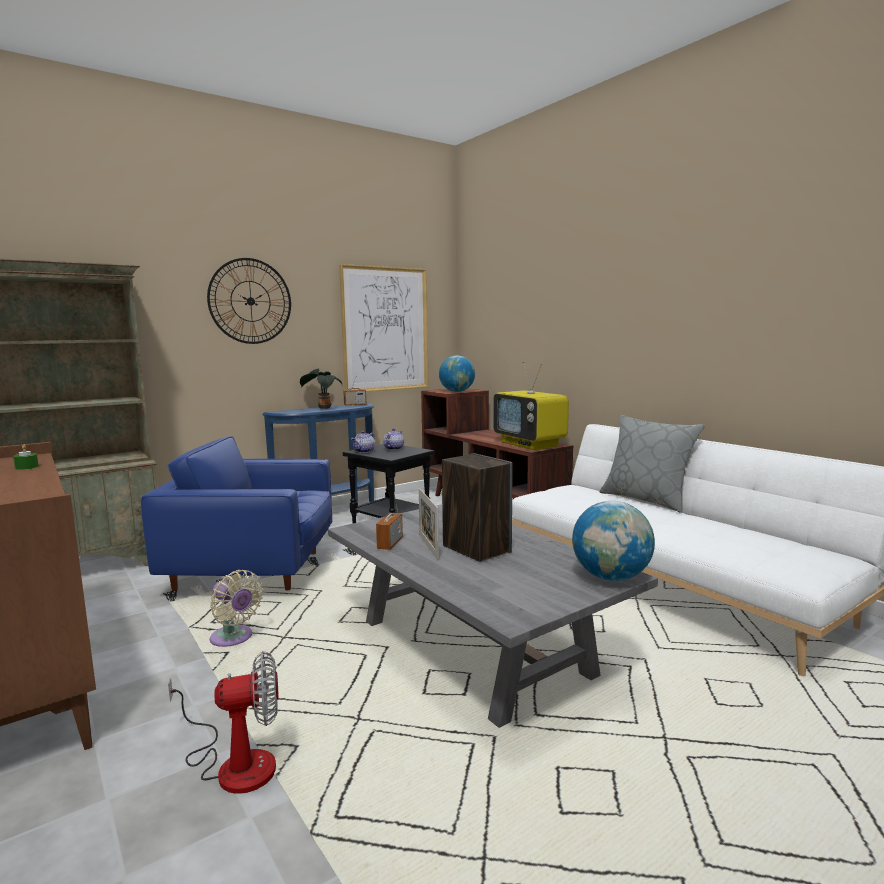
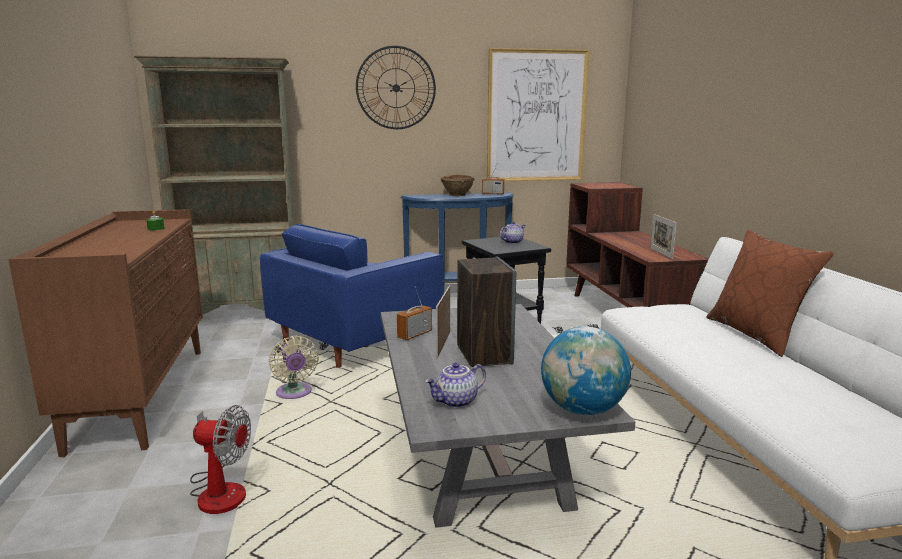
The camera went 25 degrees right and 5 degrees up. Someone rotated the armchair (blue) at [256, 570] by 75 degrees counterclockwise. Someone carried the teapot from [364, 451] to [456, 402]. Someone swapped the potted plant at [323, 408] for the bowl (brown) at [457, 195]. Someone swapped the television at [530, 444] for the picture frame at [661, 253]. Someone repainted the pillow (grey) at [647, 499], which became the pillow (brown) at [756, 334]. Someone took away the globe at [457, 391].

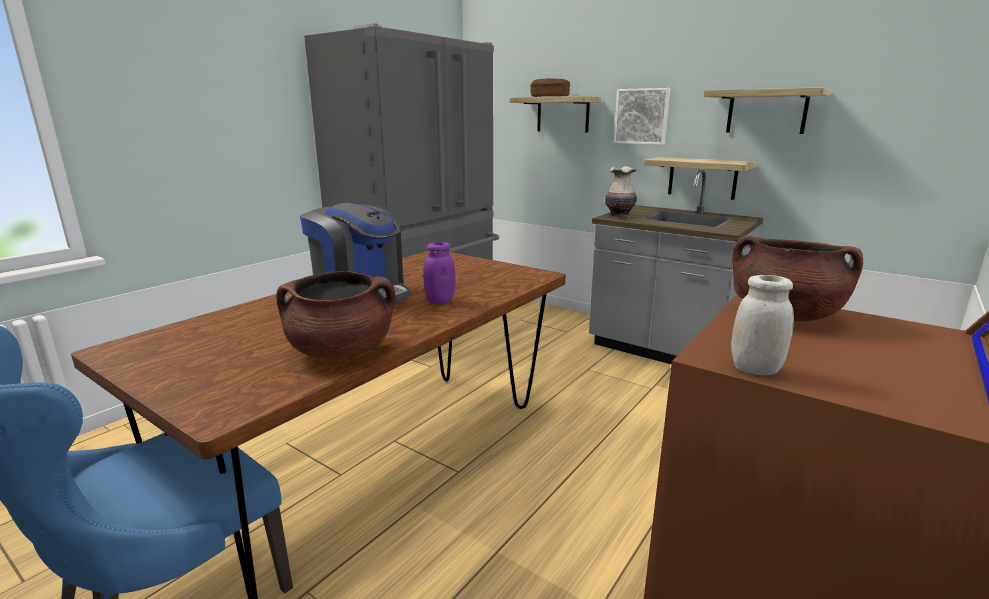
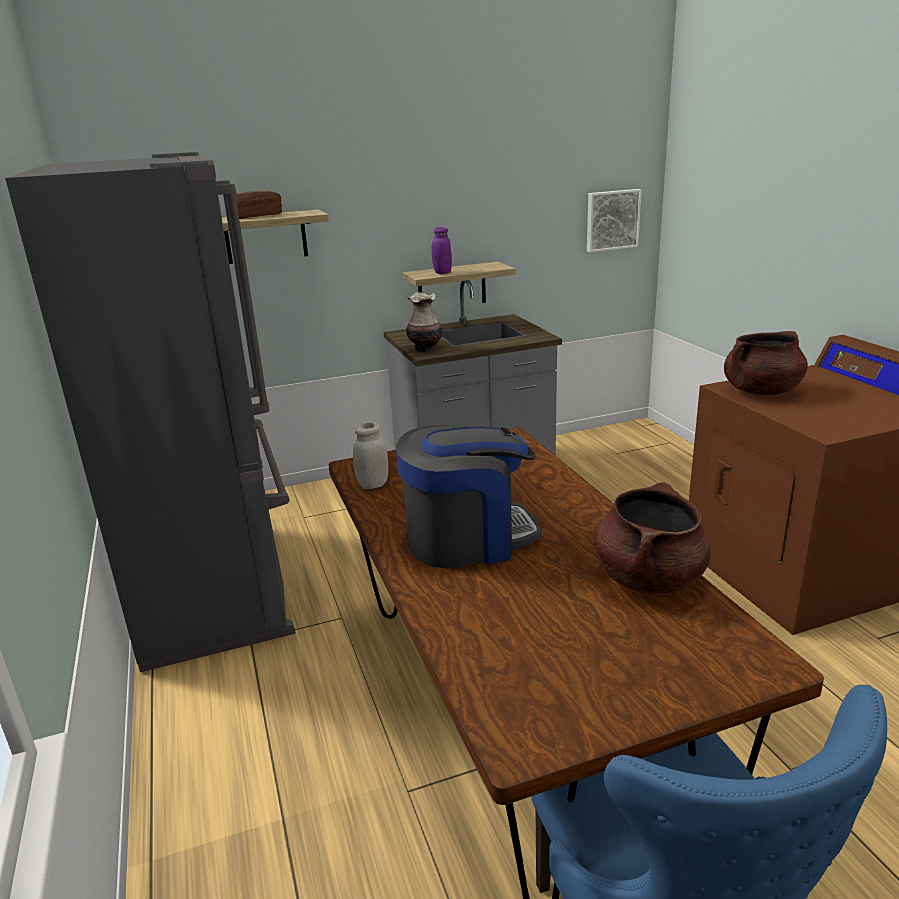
The camera went 55 degrees left and 5 degrees up. Someone carried the jar (white) from [755, 369] to [373, 484]. Someone carried the jar (purple) from [440, 301] to [442, 272]. Someone carried the picture from [642, 116] to [612, 220]. Someone took away the shelf at [766, 112].

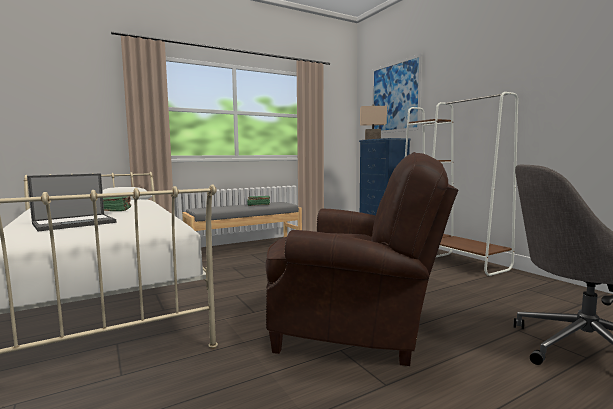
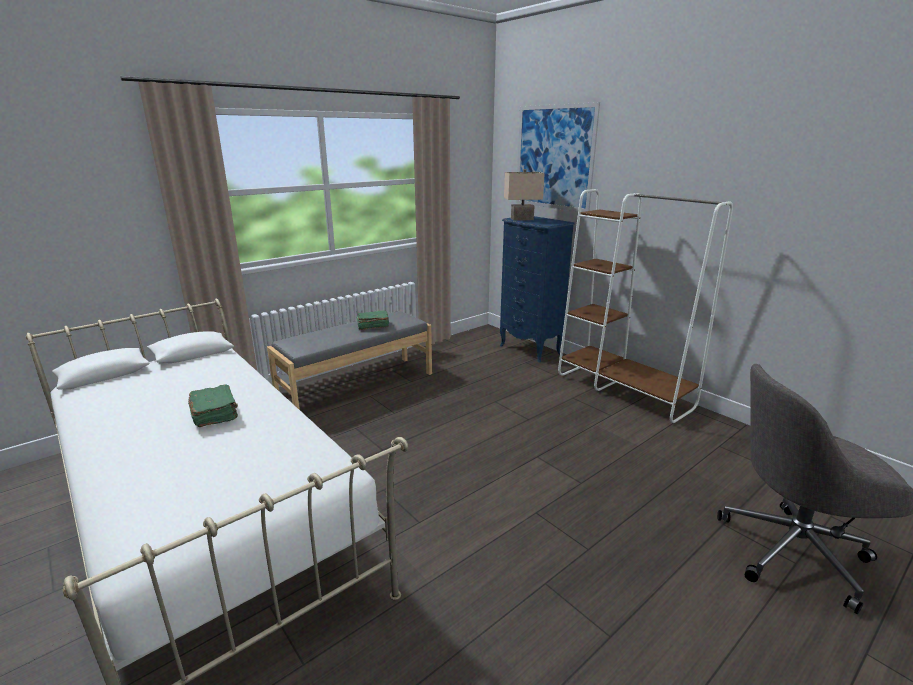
The camera went 10 degrees left and 15 degrees up. Someone took away the laptop at [75, 223]. Someone took away the armchair (brown) at [355, 327].

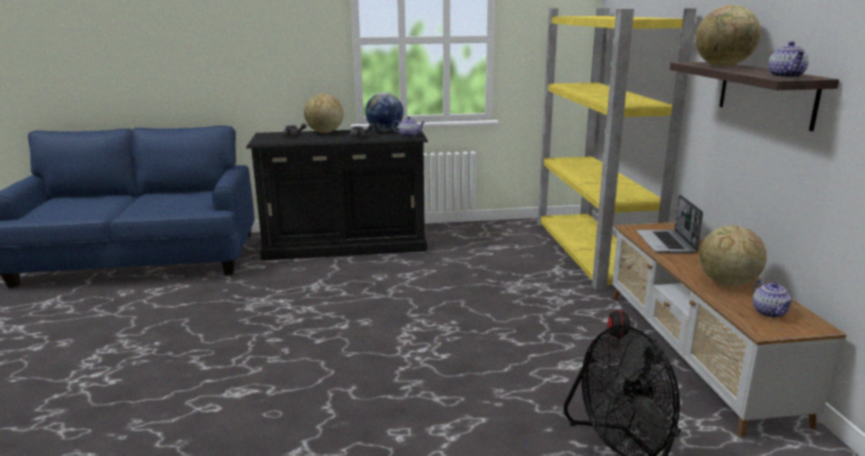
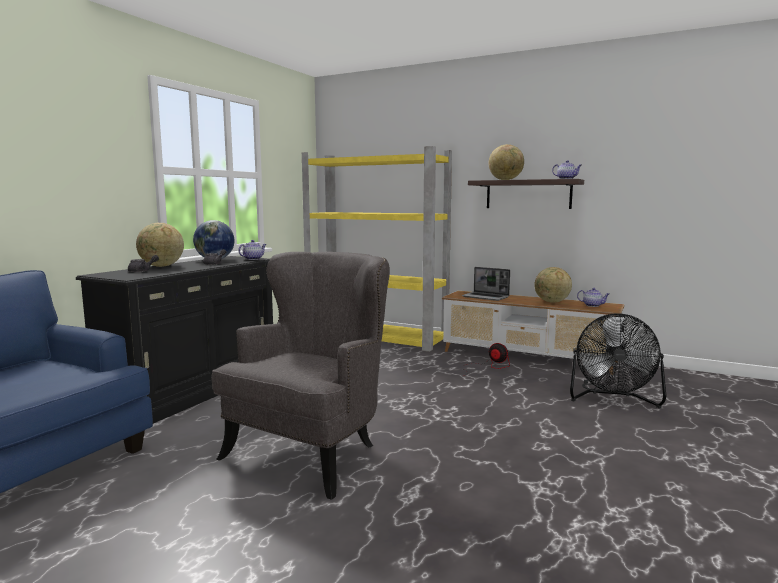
The camera went 55 degrees left and 10 degrees down. Someone put down the armchair (grey) at [312, 451].

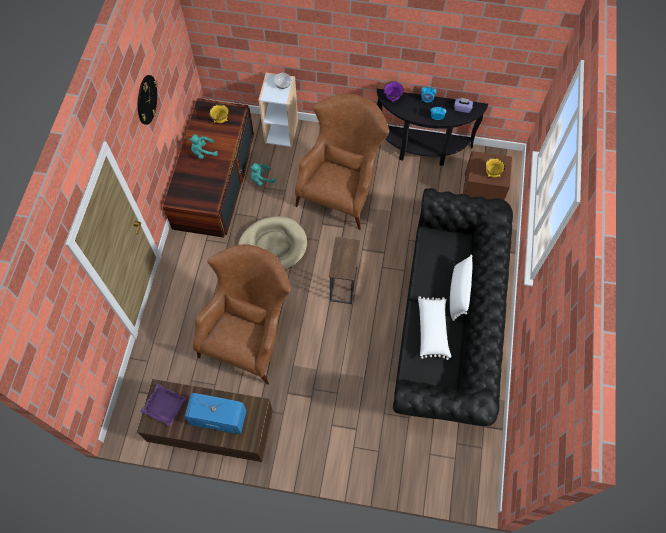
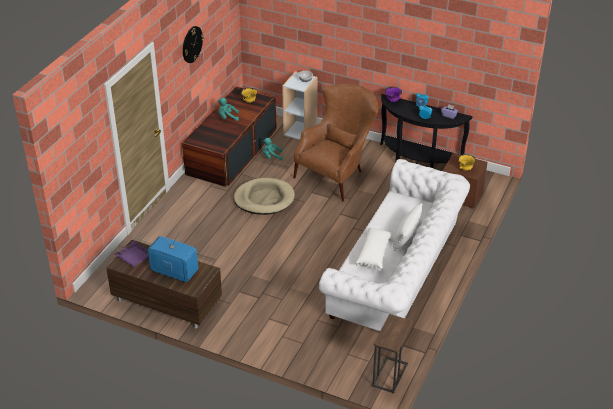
The camera went 15 degrees right and 25 degrees down. Someone repainted the sofa (black) at [448, 324], which became the sofa (white) at [397, 274]. Someone carried the side table (brown) from [343, 284] to [390, 375]. Someone took away the armchair (brown) at [249, 334].

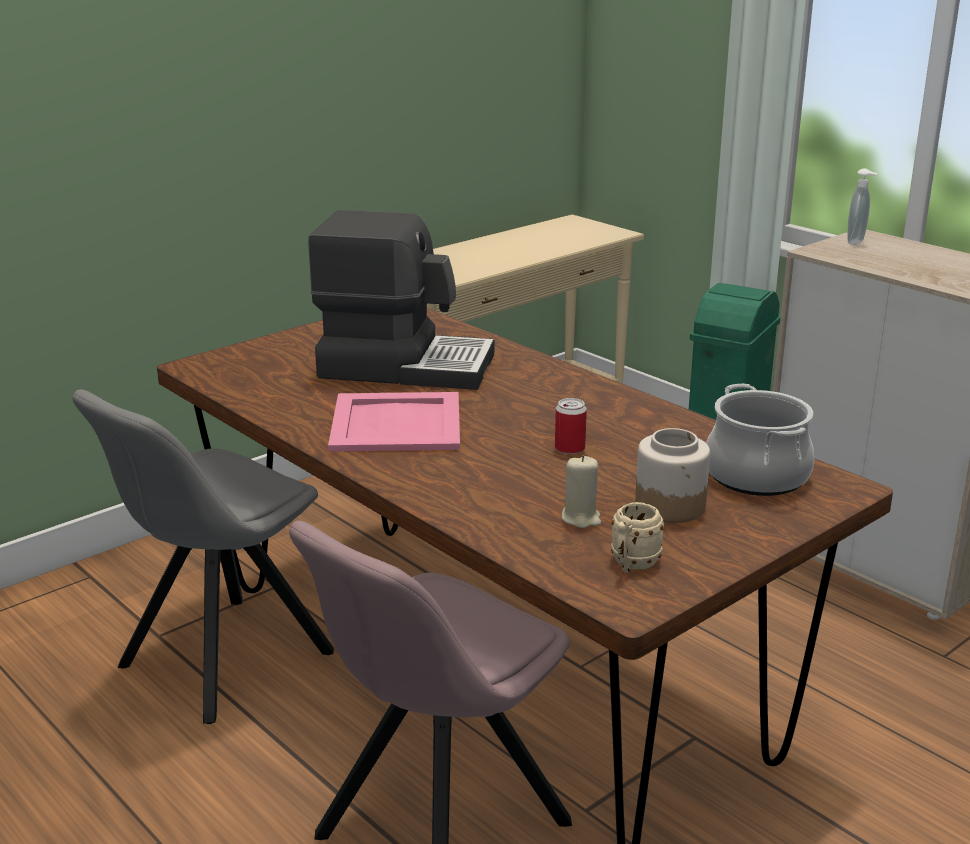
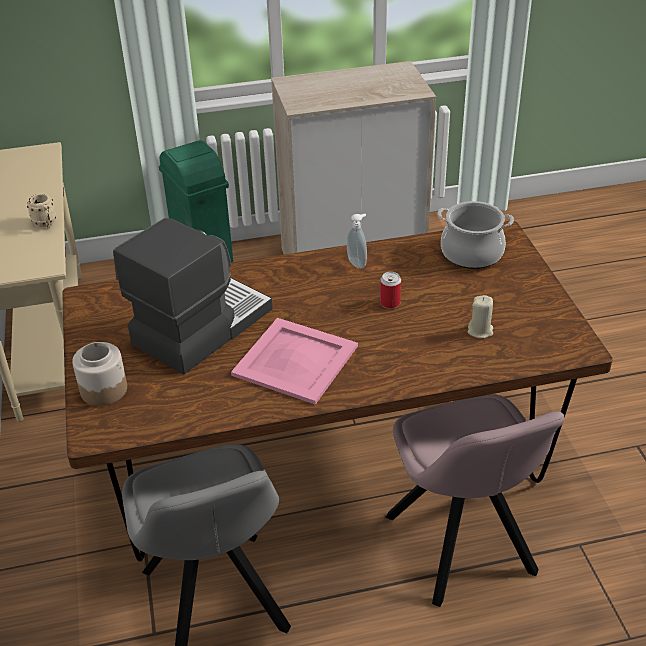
The camera went 60 degrees left and 15 degrees up. Someone carried the mug (beige) from [632, 565] to [46, 224]. Someone carried the jar from [670, 506] to [104, 389]. Someone carried the soap dispenser from [857, 242] to [357, 263].

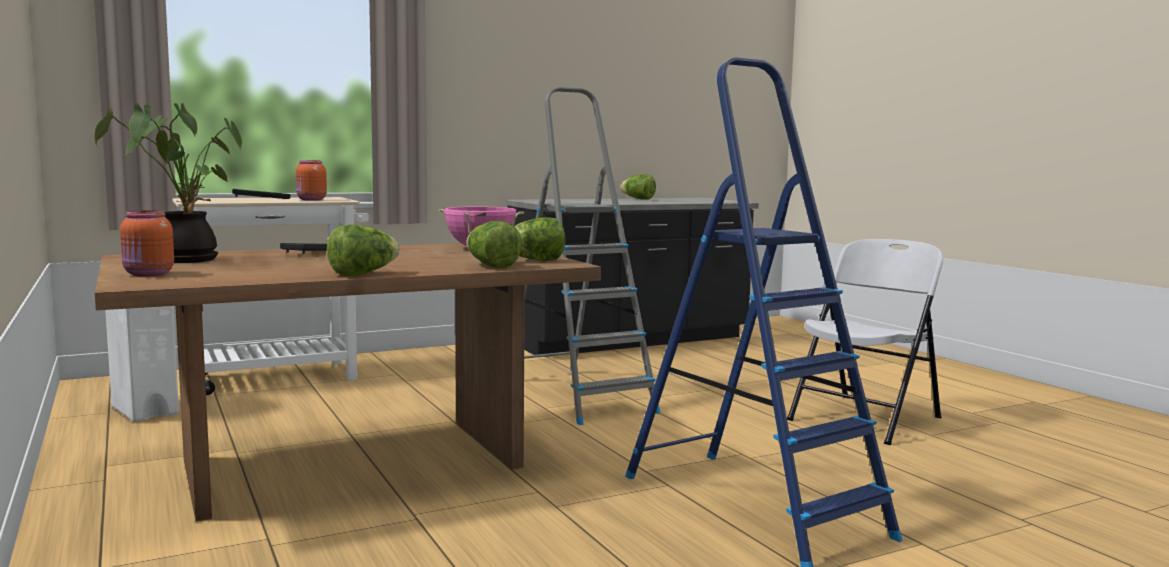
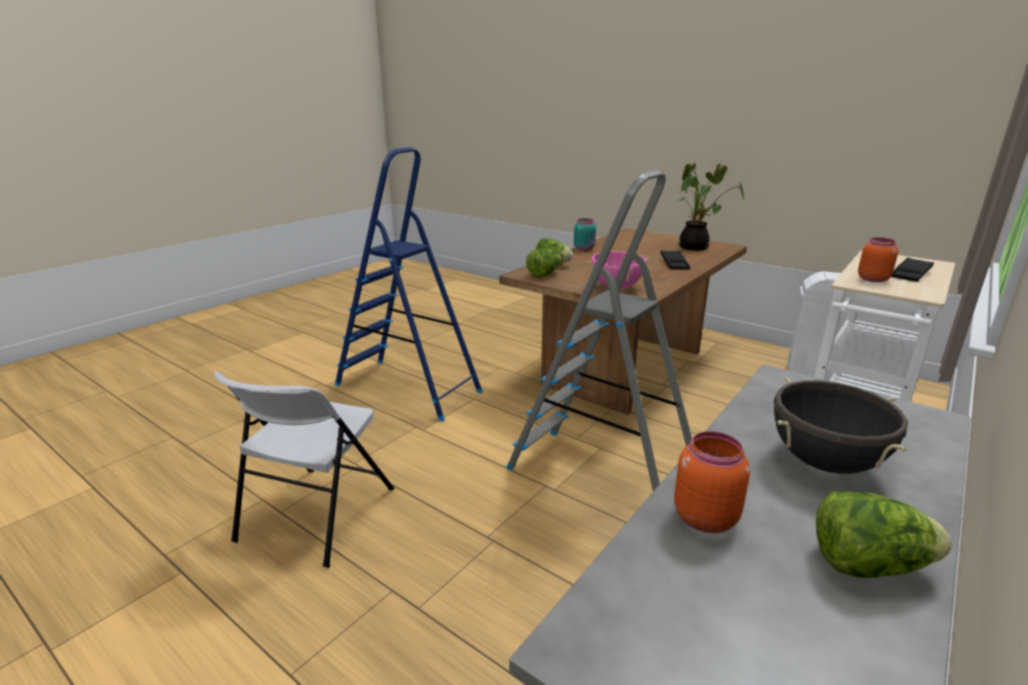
The camera went 155 degrees right and 15 degrees up. Someone swapped the lettuce at [363, 274] for the jar (turquoise) at [584, 248]. Someone carried the jar (orange) from [148, 274] to [703, 517]. Someone put down the cooking pot (black) at [825, 462].

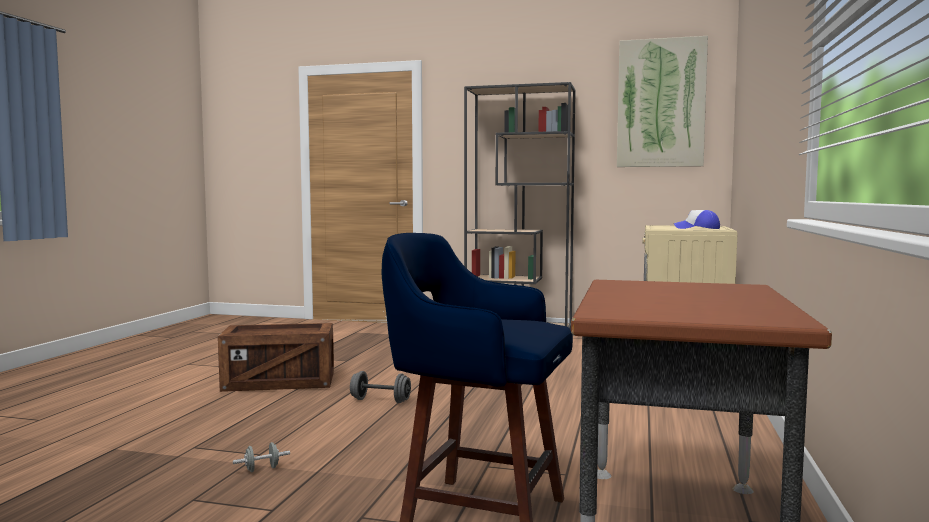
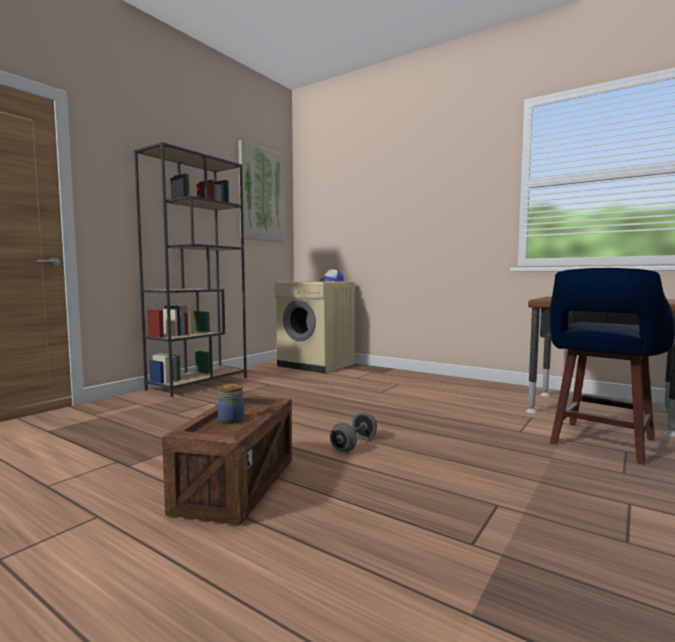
The camera went 70 degrees left and 0 degrees up. Someone put down the jar at [231, 420]. Someone took away the dumbbell (grey) at [262, 469].

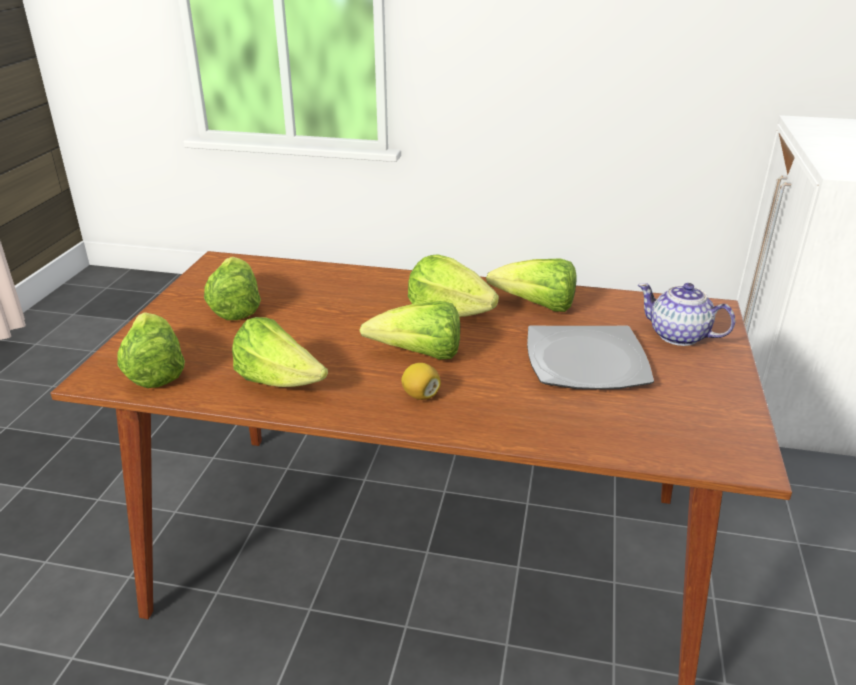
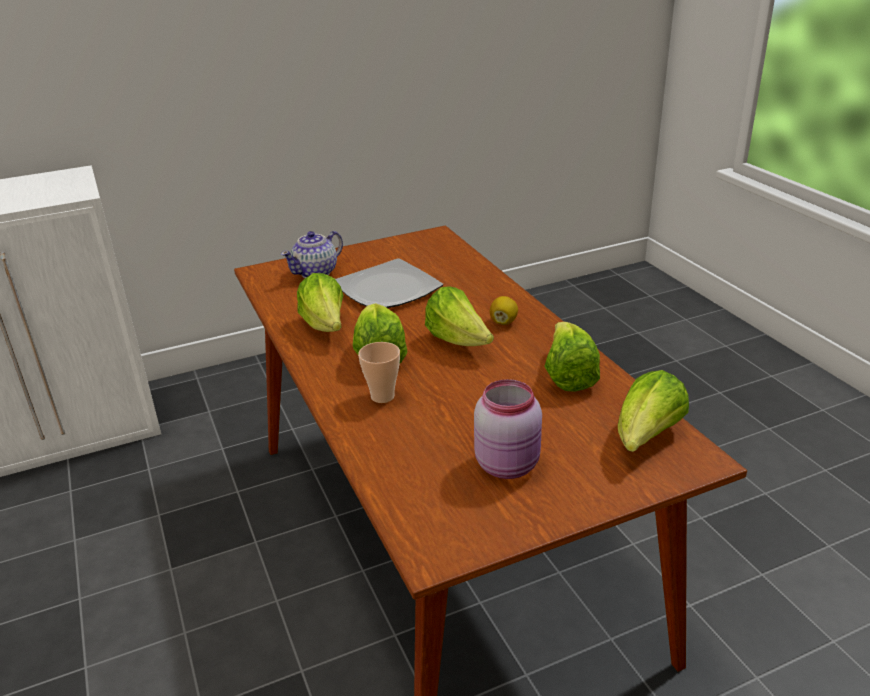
The camera went 125 degrees left and 0 degrees up. Someone rotated the teapot at [679, 336] by 45 degrees clockwise. Someone put down the cup at [382, 396]. Someone swapped the lettuce at [235, 308] for the jar (pink) at [509, 465].

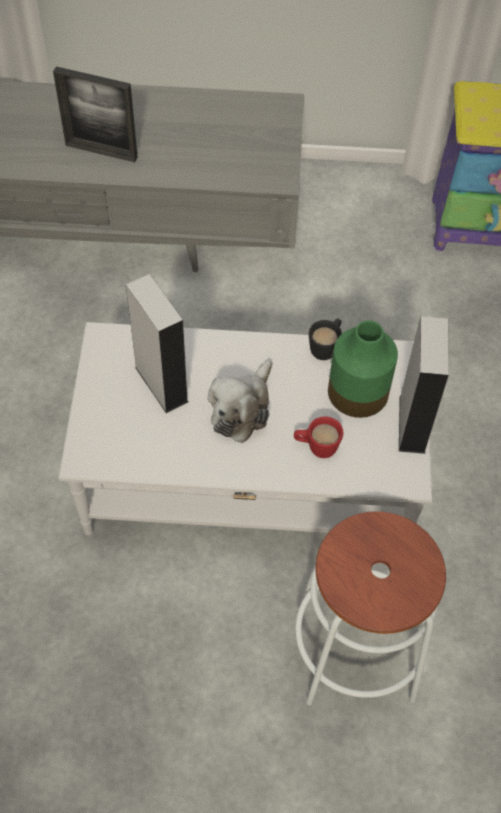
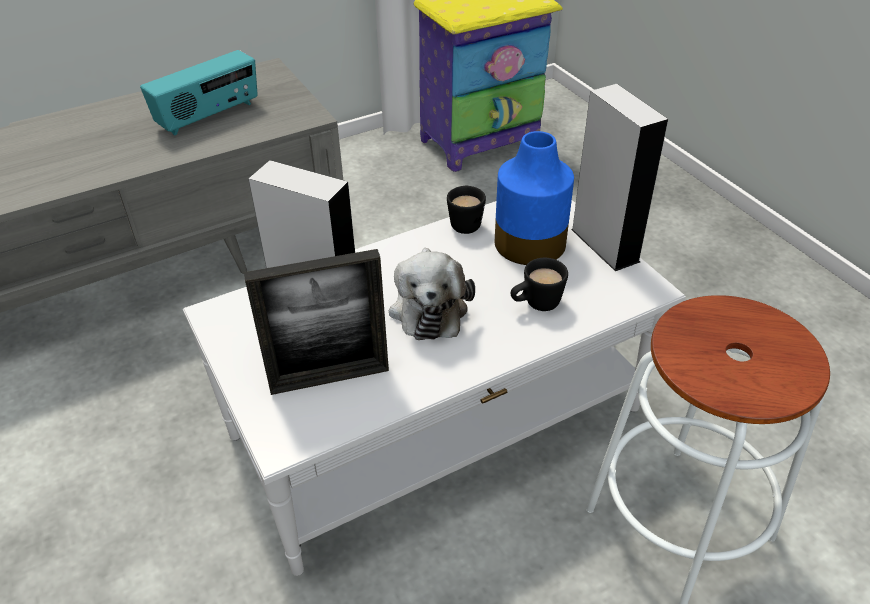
The camera went 30 degrees left and 15 degrees down. Someone put down the radio at [209, 116]. Someone carried the picture frame from [101, 151] to [329, 378]. Someone repainted the vase (green) at [357, 392], which became the vase (blue) at [530, 243]. Someone repainted the mug (red) at [316, 447], which became the mug (black) at [535, 304].

